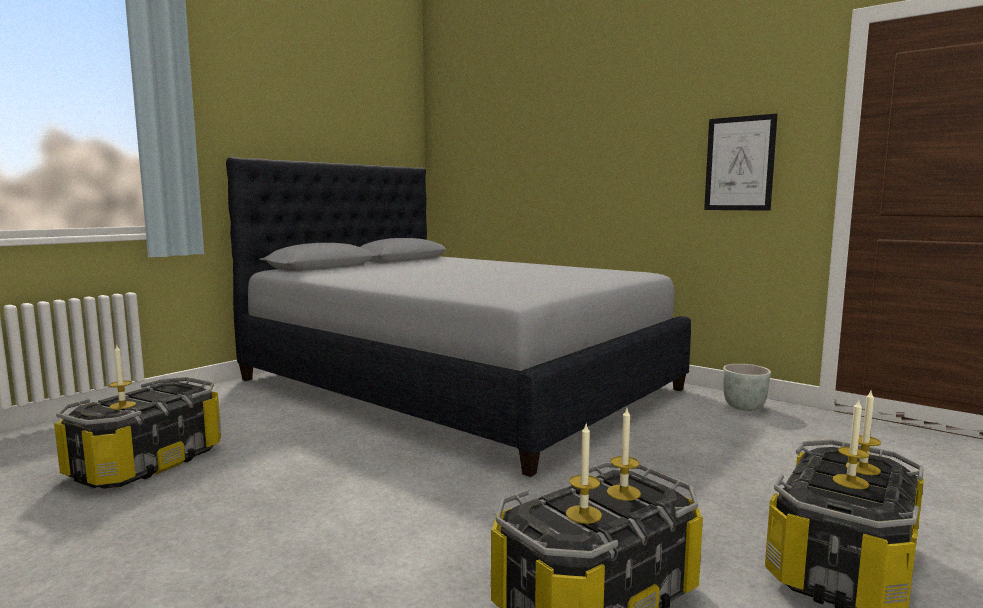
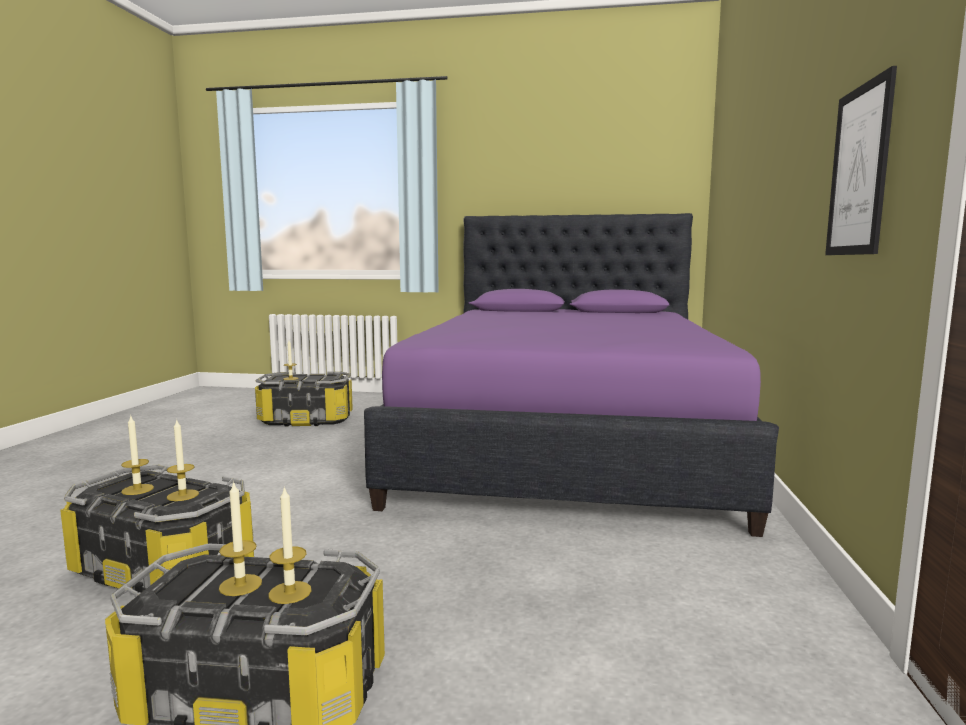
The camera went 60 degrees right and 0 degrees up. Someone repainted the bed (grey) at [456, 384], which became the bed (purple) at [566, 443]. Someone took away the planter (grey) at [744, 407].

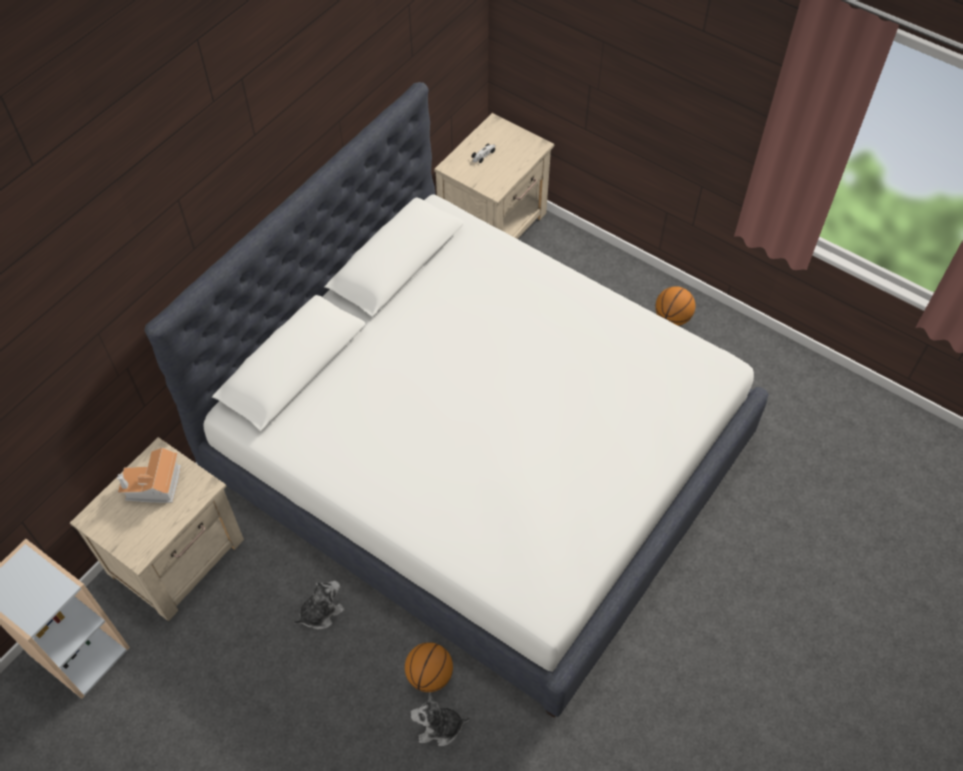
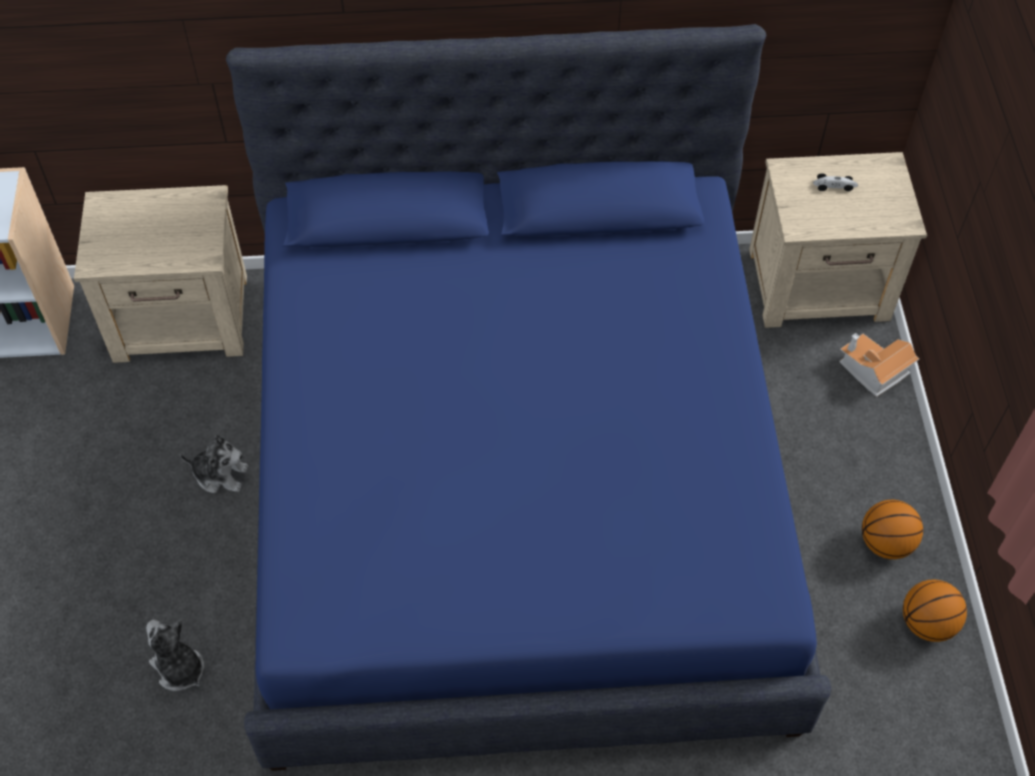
The camera went 50 degrees right and 0 degrees up. Someone repainted the bed (white) at [479, 456], which became the bed (blue) at [516, 482]. Someone carried the toy house from [154, 486] to [872, 371]. Someone carried the basketball from [430, 675] to [927, 623].

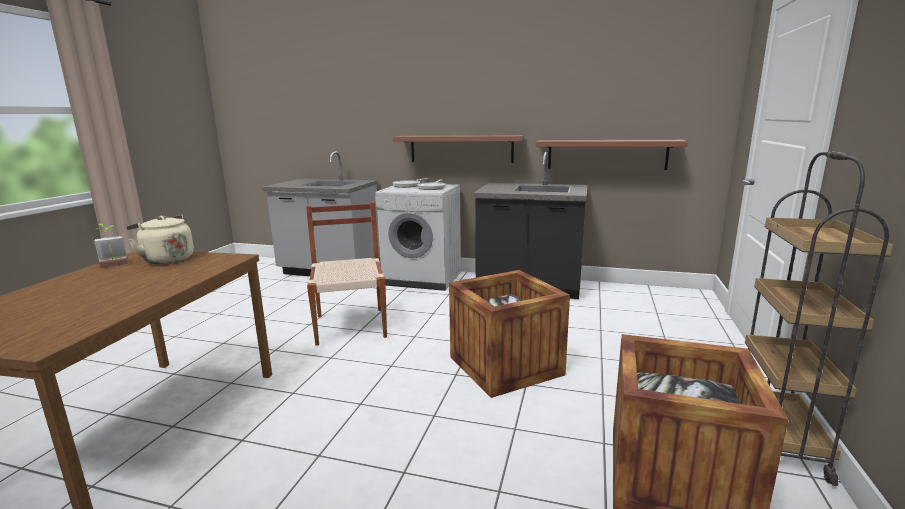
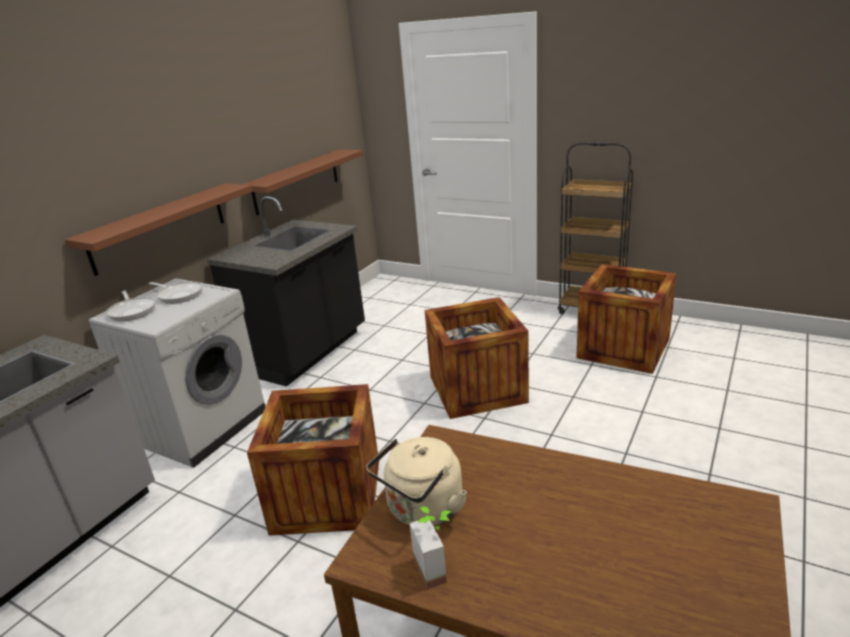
The camera went 75 degrees left and 10 degrees up. Someone swapped the chair at [351, 325] for the crate at [327, 495].

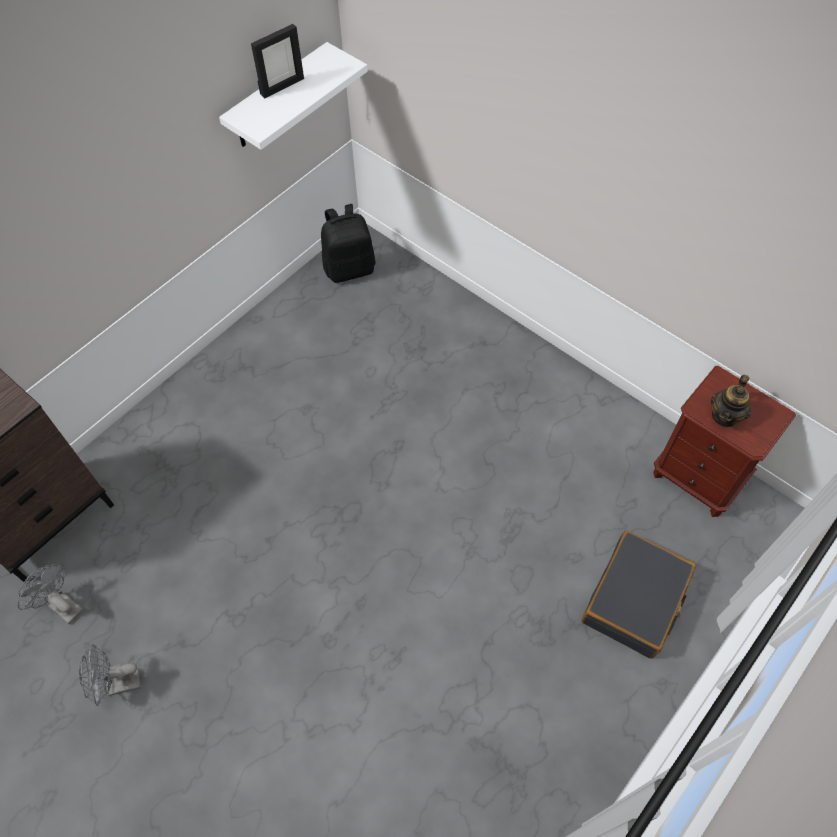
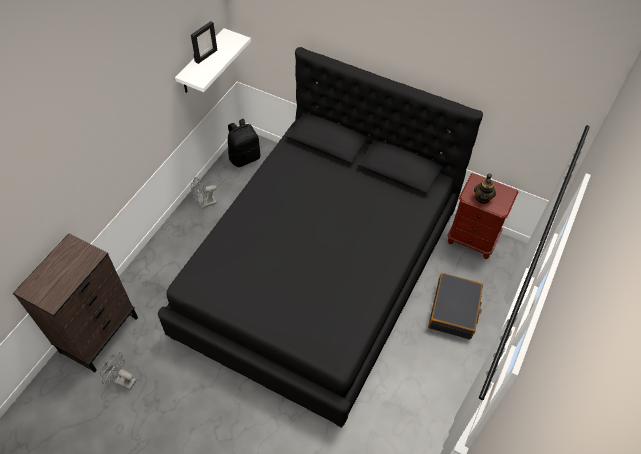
The camera went 15 degrees left and 5 degrees down. Someone put down the bed (black) at [320, 273]. Someone carried the fan (grey) from [117, 685] to [205, 204].

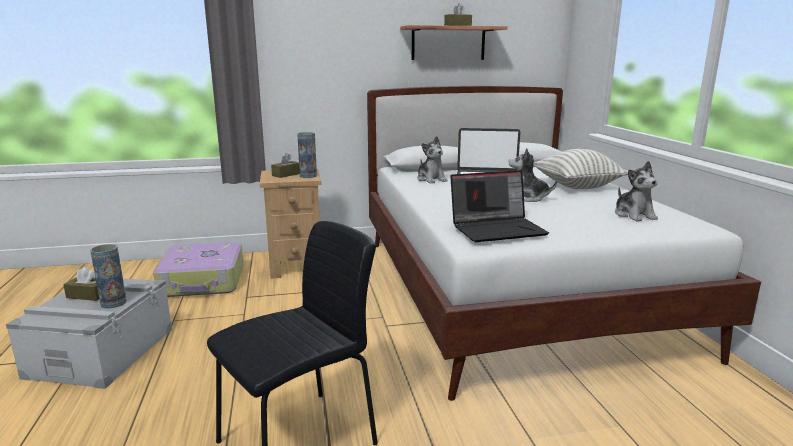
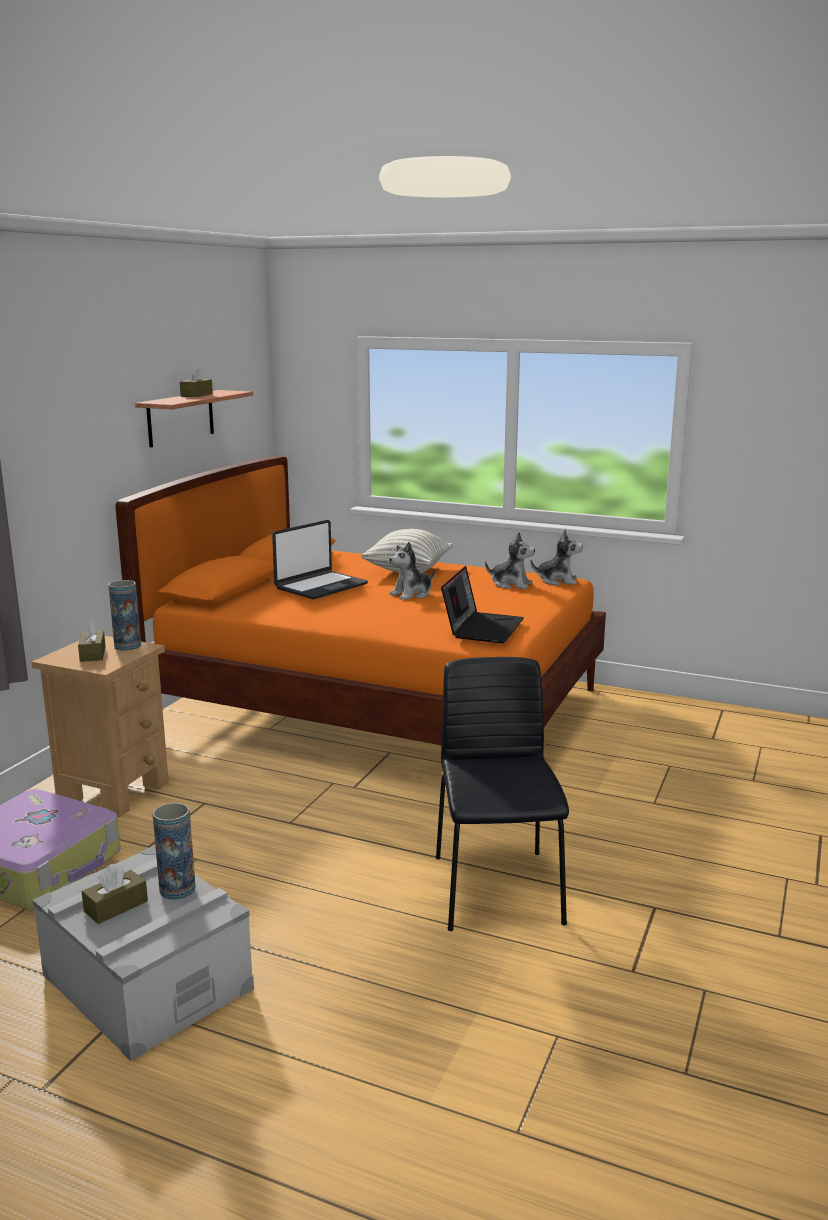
The camera went 55 degrees left and 0 degrees up. Someone repainted the bed (white) at [511, 291], which became the bed (orange) at [379, 707]. Someone carried the plush toy from [431, 179] to [557, 581].

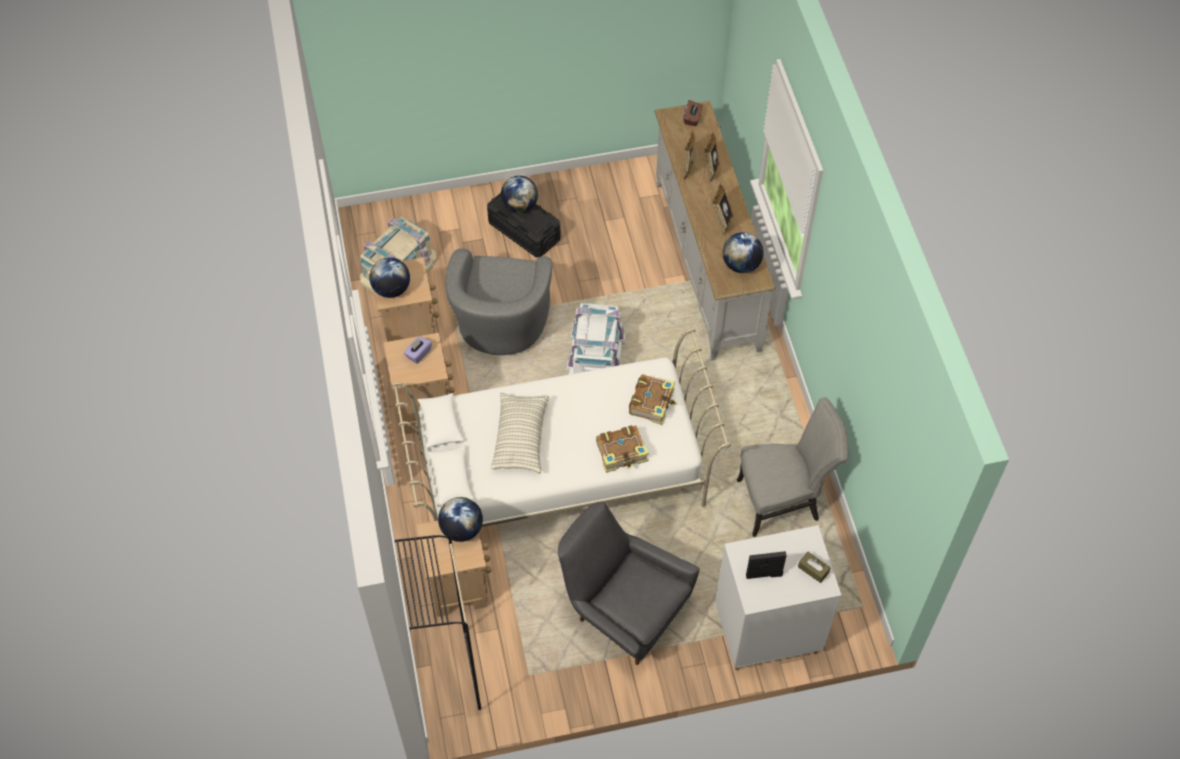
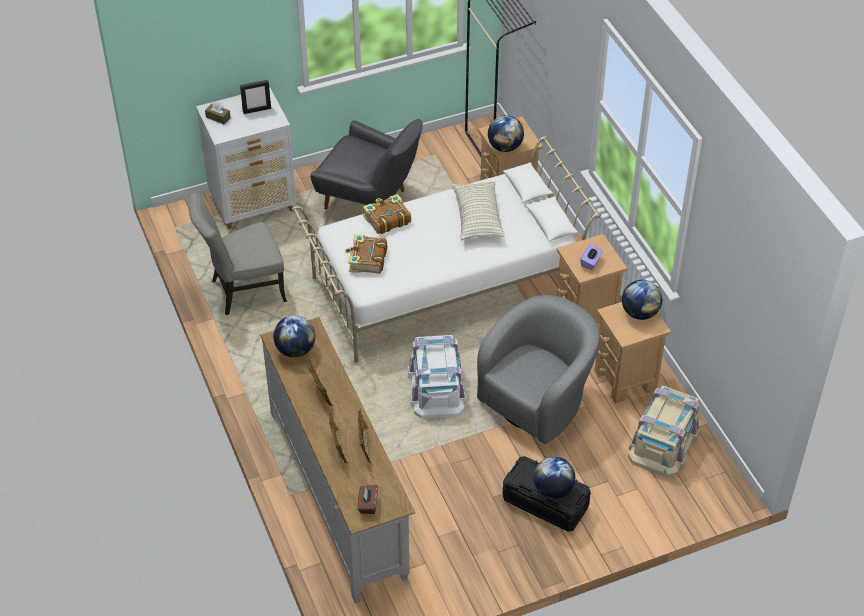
The camera went 170 degrees right and 10 degrees down. Someone rotated the armchair (grey) at [501, 327] by 45 degrees clockwise.

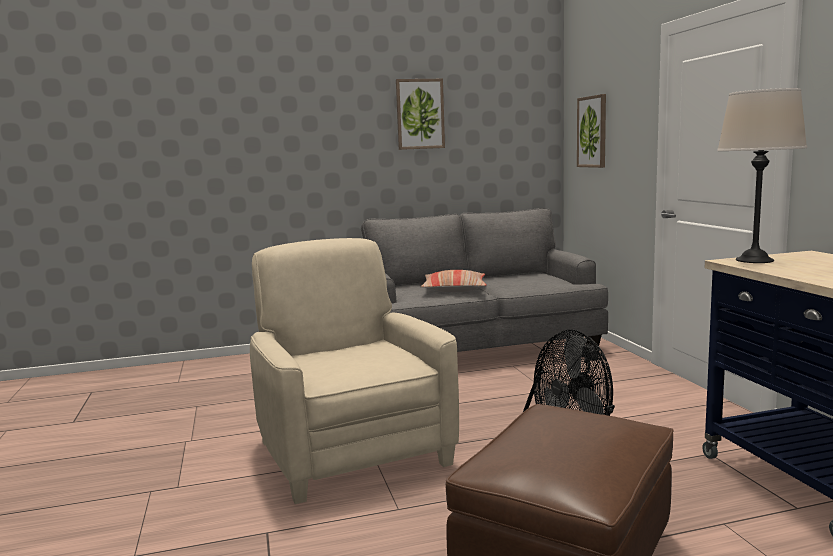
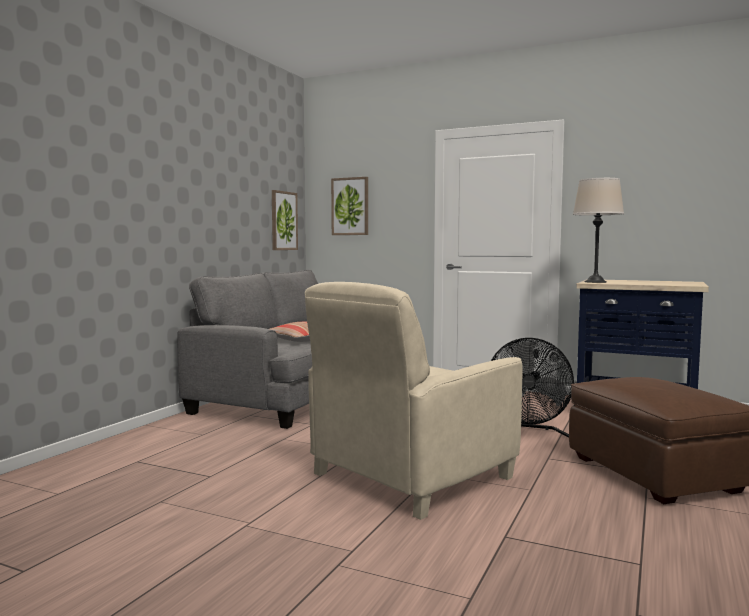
The camera went 50 degrees left and 5 degrees down. Someone carried the picture from [420, 114] to [283, 221]. Someone rotated the armchair (beige) at [351, 452] by 60 degrees counterclockwise.

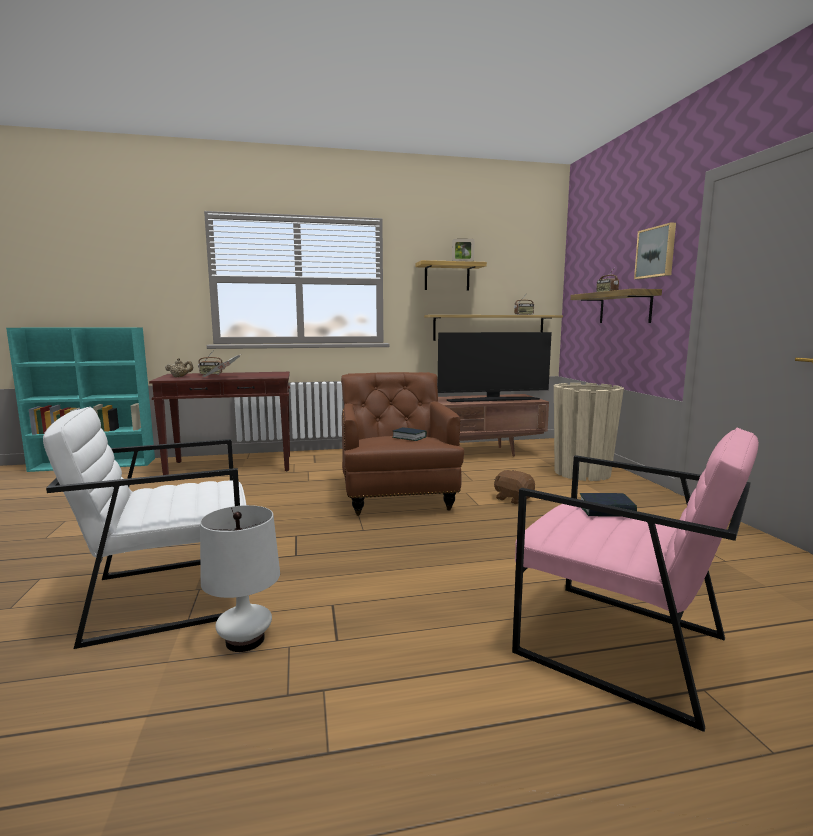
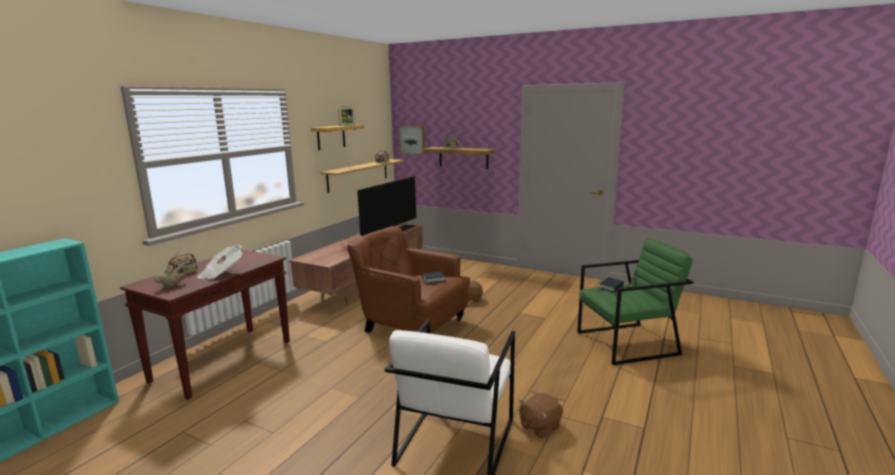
The camera went 50 degrees left and 5 degrees up. Someone carried the picture from [656, 252] to [412, 140]. Someone swapped the table lamp (white) at [245, 640] for the plush toy (brown) at [539, 426]. Someone repainted the armchair (pink) at [620, 645], which became the armchair (green) at [627, 343]. Someone took away the planter (beige) at [582, 473].

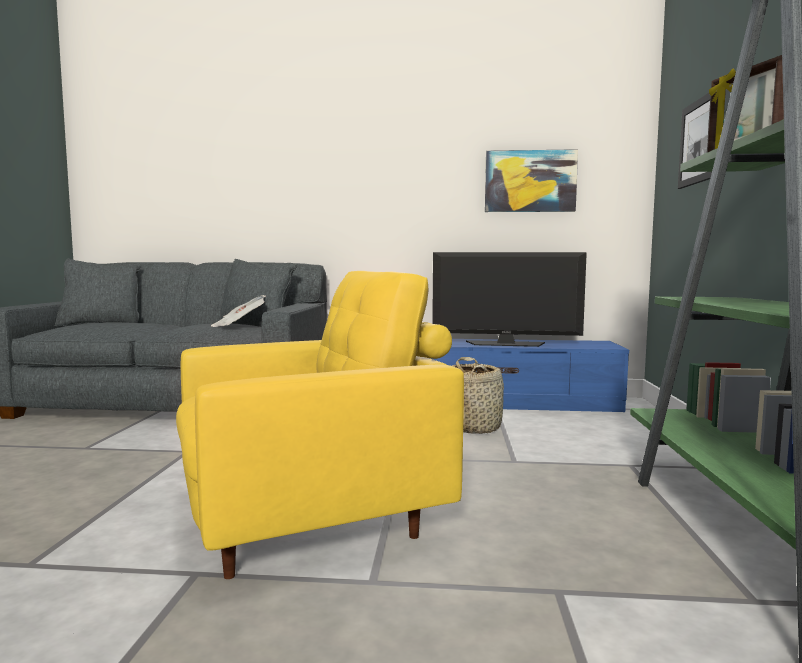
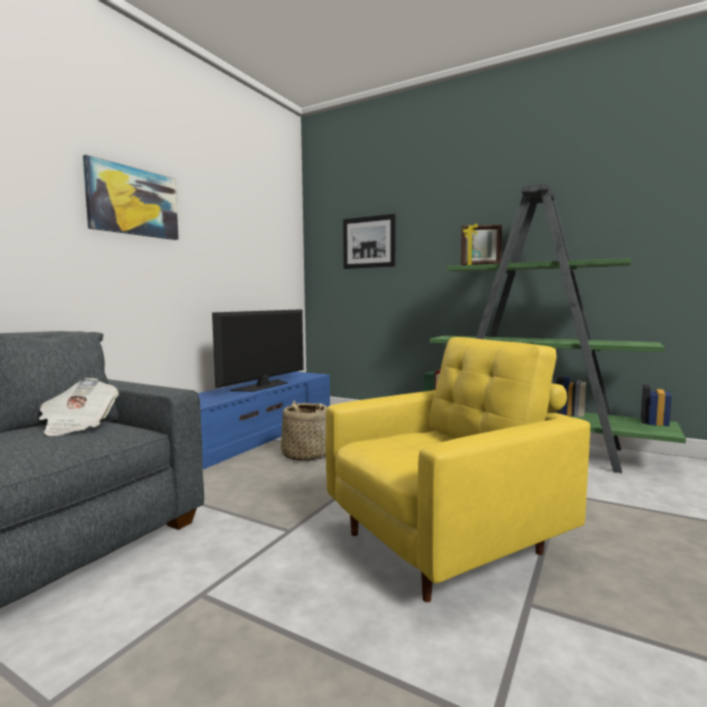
The camera went 65 degrees left and 0 degrees up. Someone carried the picture from [530, 181] to [133, 202]. Someone rotated the armchair (yellow) at [312, 519] by 60 degrees clockwise.

